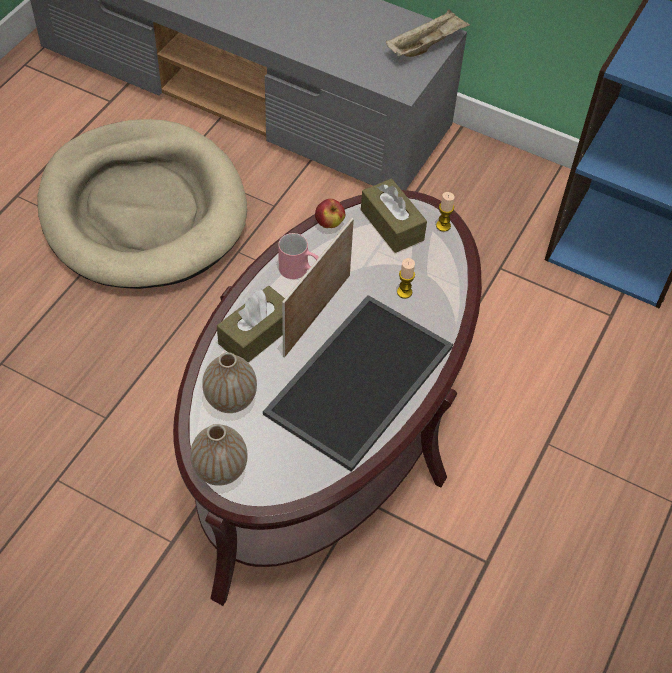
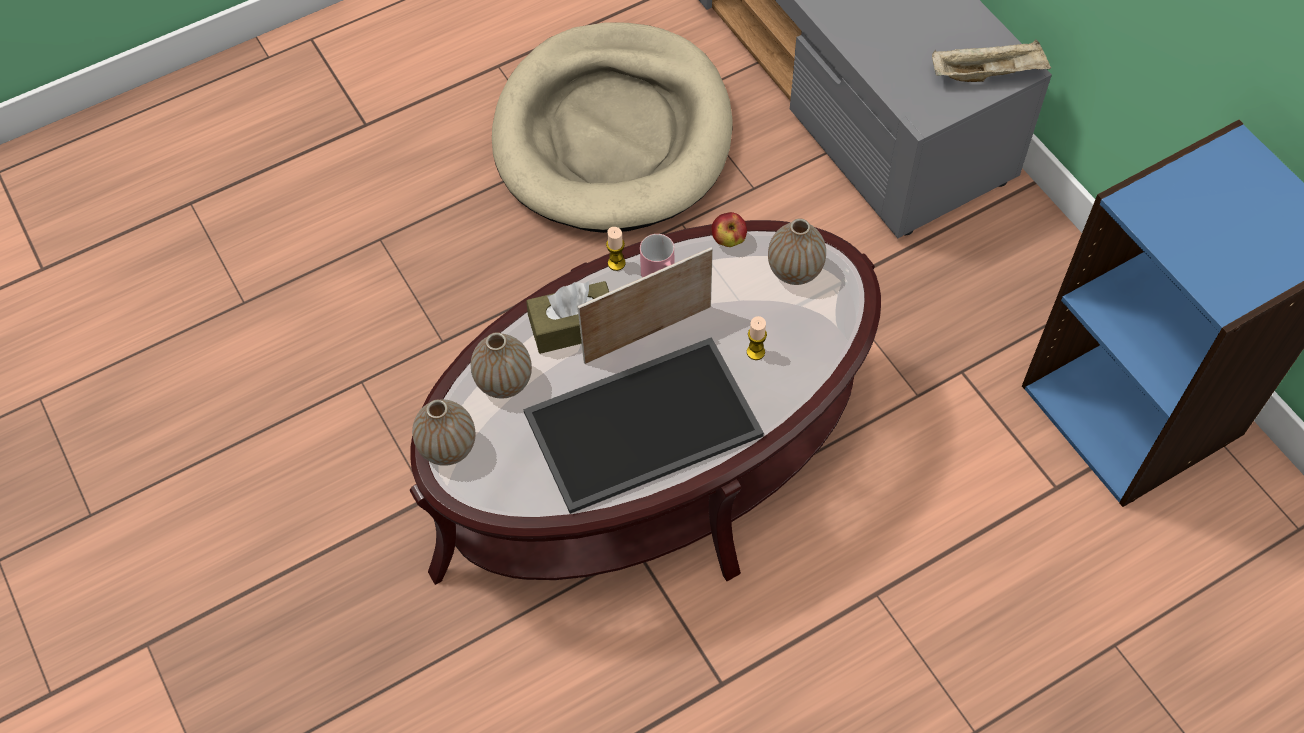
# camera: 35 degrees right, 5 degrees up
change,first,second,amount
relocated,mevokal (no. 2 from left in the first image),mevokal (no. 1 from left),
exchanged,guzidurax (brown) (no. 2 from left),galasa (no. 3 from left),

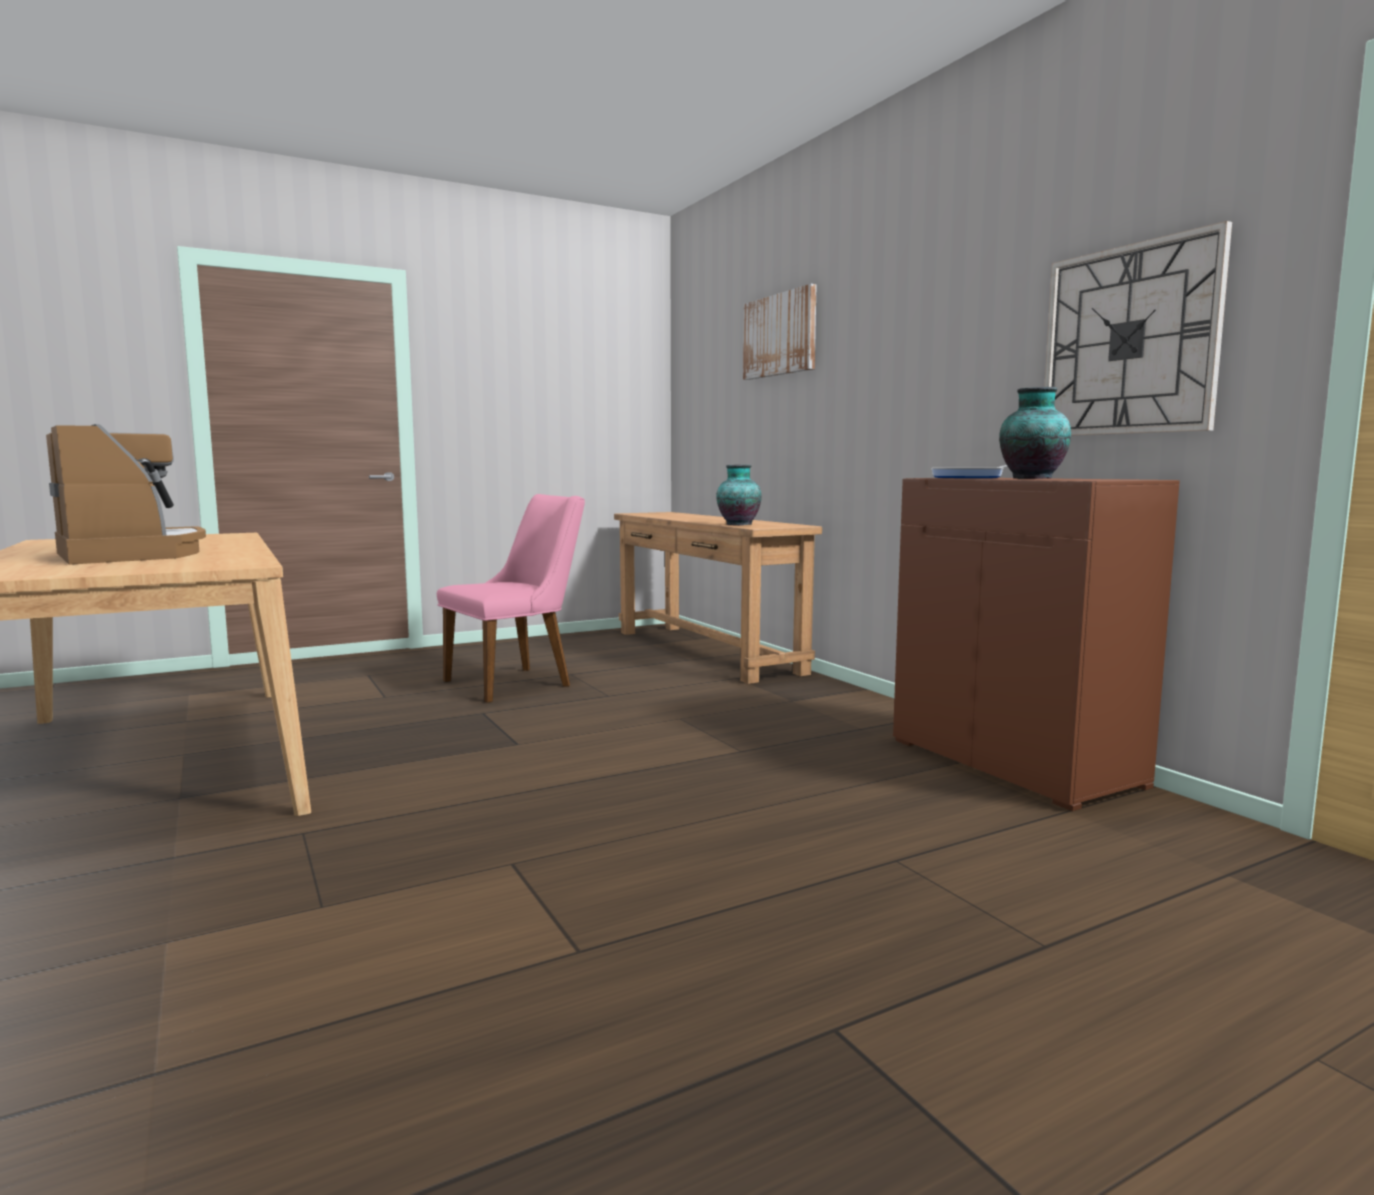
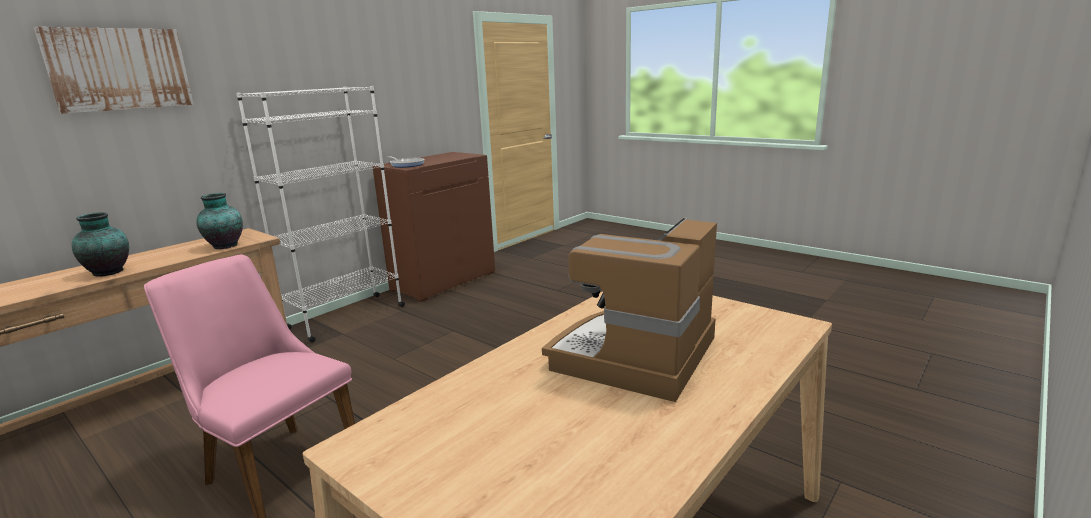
# camera: 110 degrees left, 10 degrees up
change,first,second,amount
missing,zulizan,,
appeared,,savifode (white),
relocated,galasa (no. 2 from left in the first image),galasa (no. 1 from left),

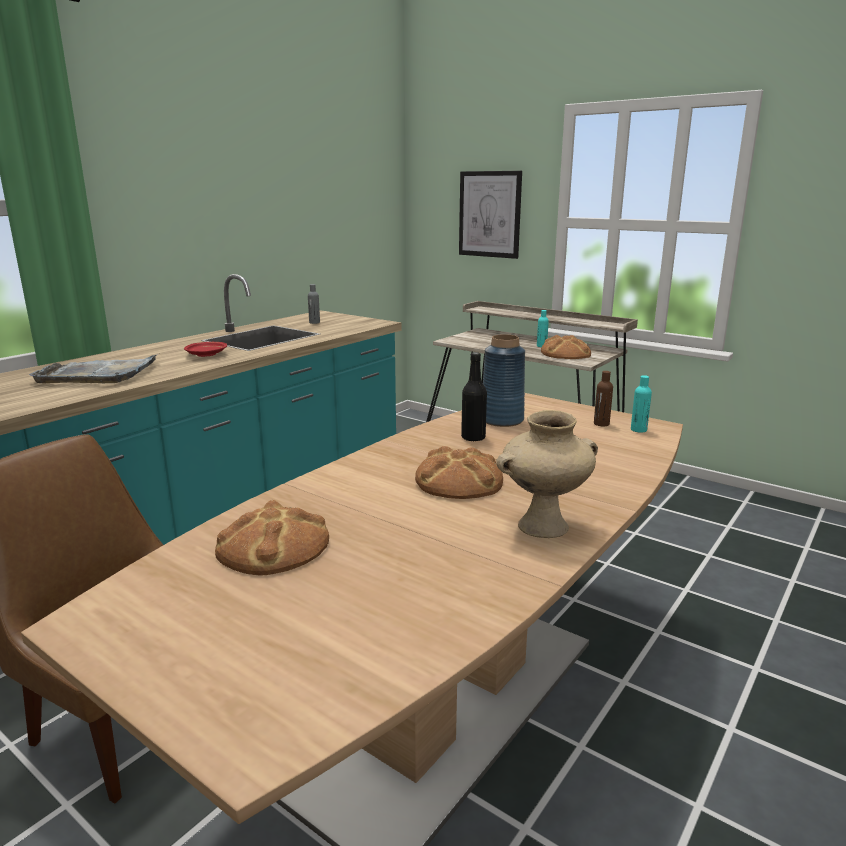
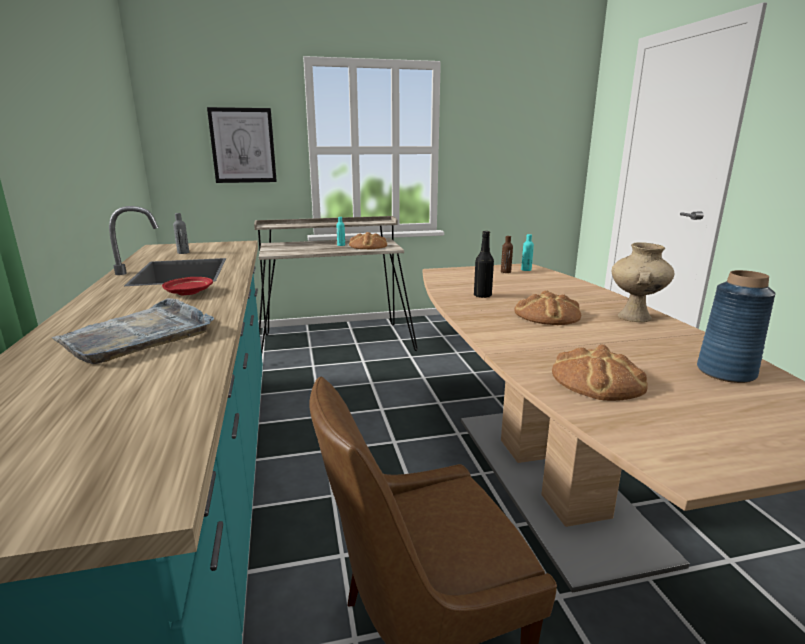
# camera: 50 degrees left, 0 degrees up
change,first,second,amount
relocated,galasa (blue),,

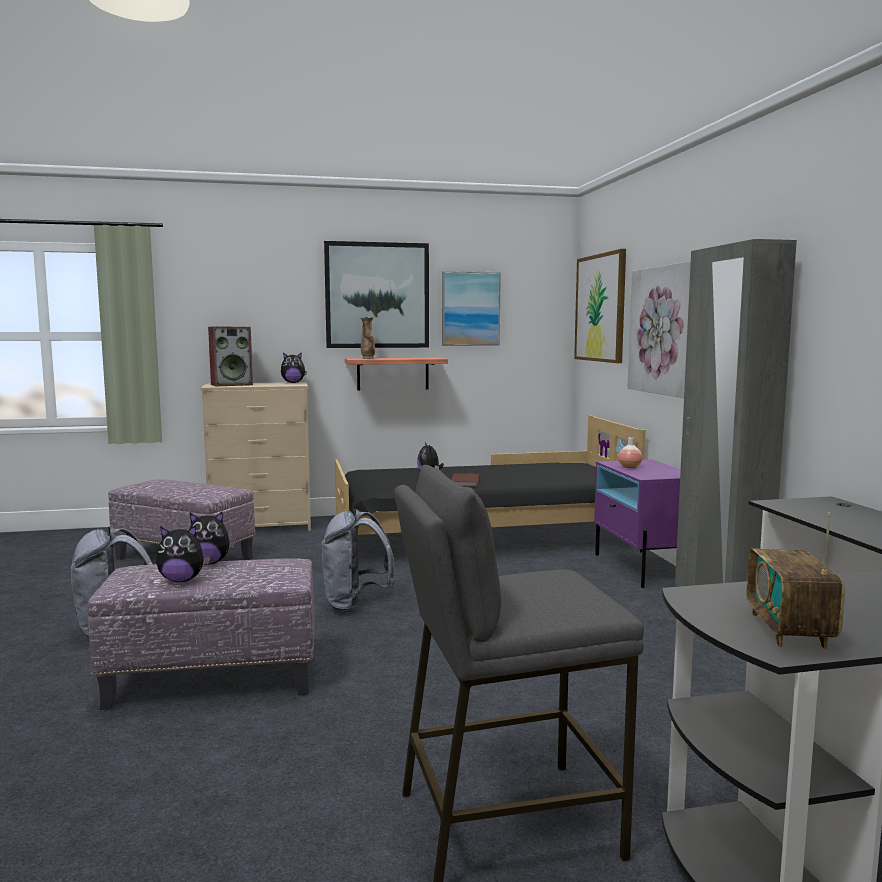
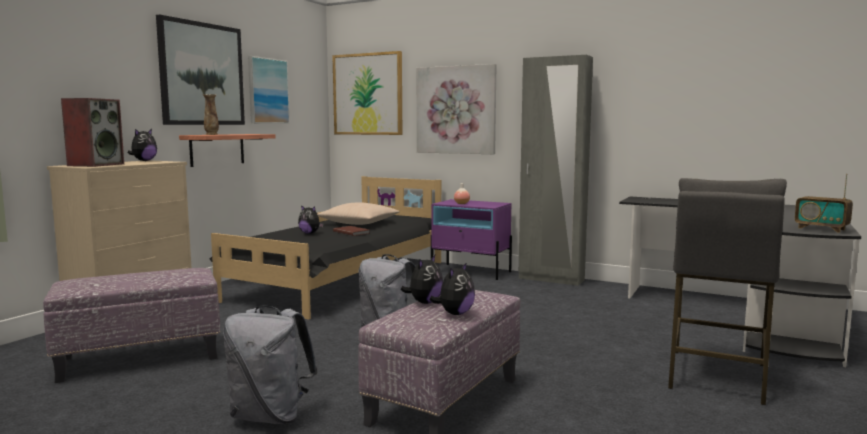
# camera: 50 degrees left, 0 degrees up
change,first,second,amount
appeared,,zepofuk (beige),

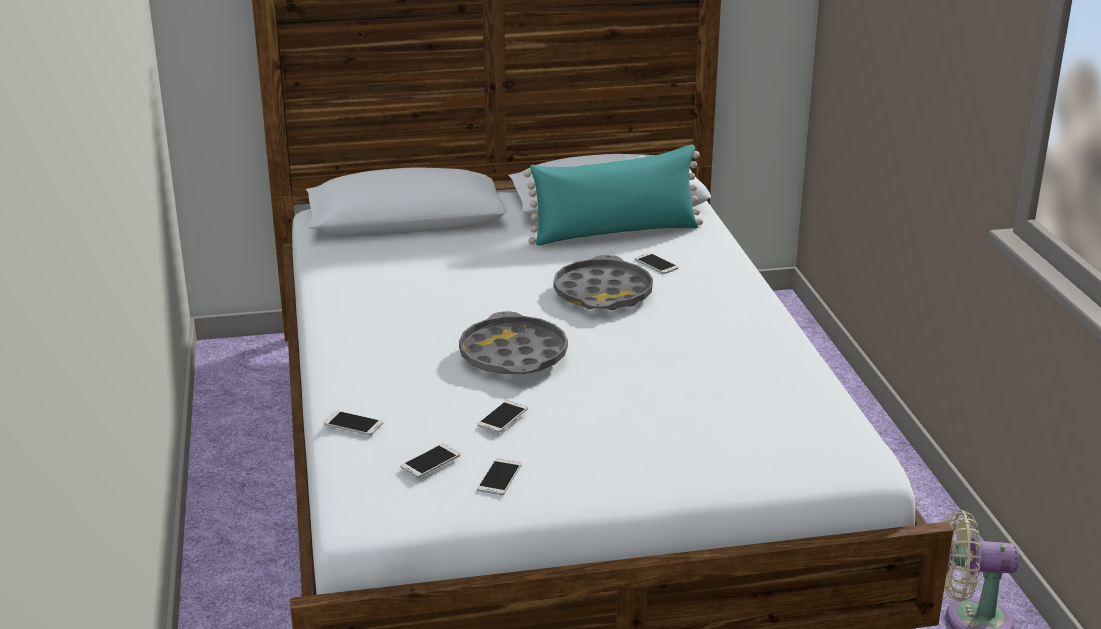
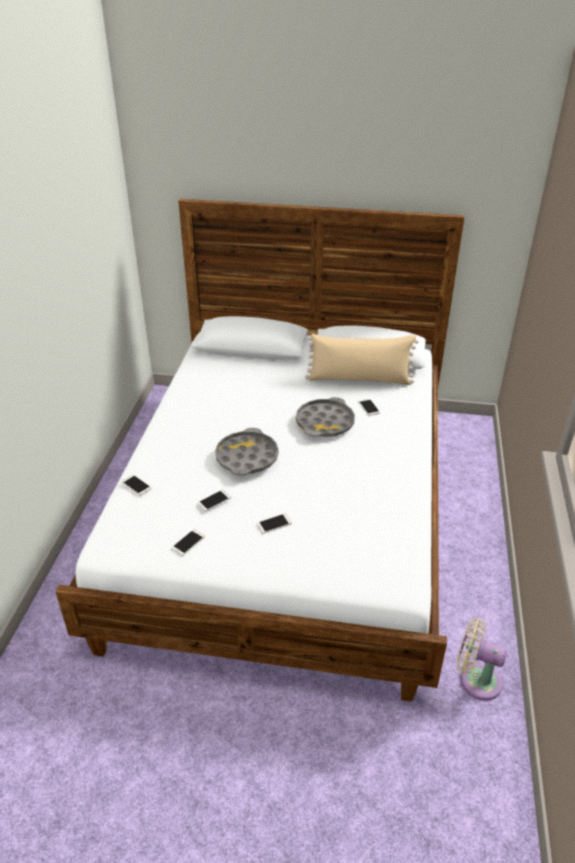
# camera: 20 degrees right, 10 degrees up
change,first,second,amount
relocated,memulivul (no. 2 from left in the first image),memulivul (no. 4 from left),
colour,zepofuk (turquoise),zepofuk (beige),

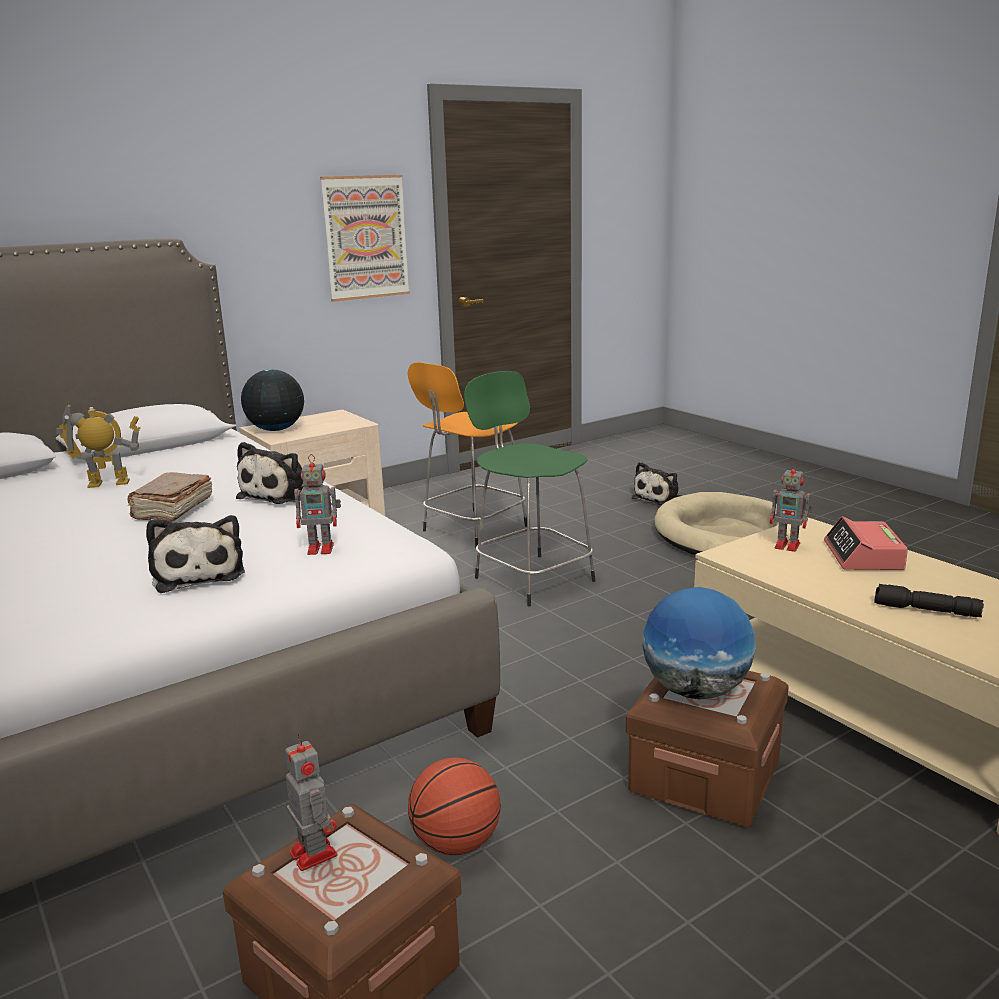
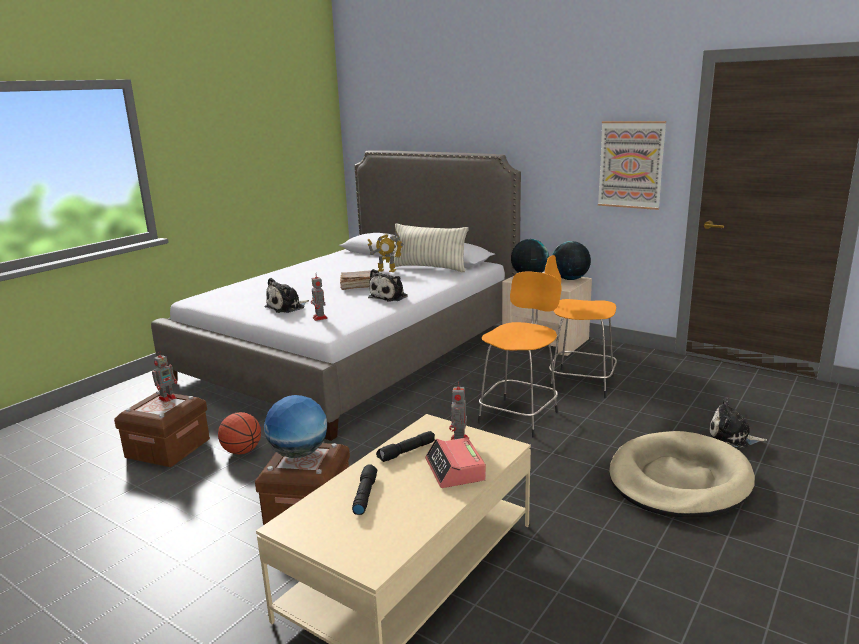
# camera: 70 degrees right, 0 degrees up
change,first,second,amount
appeared,,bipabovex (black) (no. 2 from left),
appeared,,zepofuk,
appeared,,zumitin (no. 3 from left),
colour,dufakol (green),dufakol (orange) (no. 1 from left),
spun,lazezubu (no. 1 from left in the first image),lazezubu (no. 3 from left),135 degrees clockwise
spun,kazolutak (no. 2 from left),,60 degrees counterclockwise
spun,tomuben,,90 degrees counterclockwise

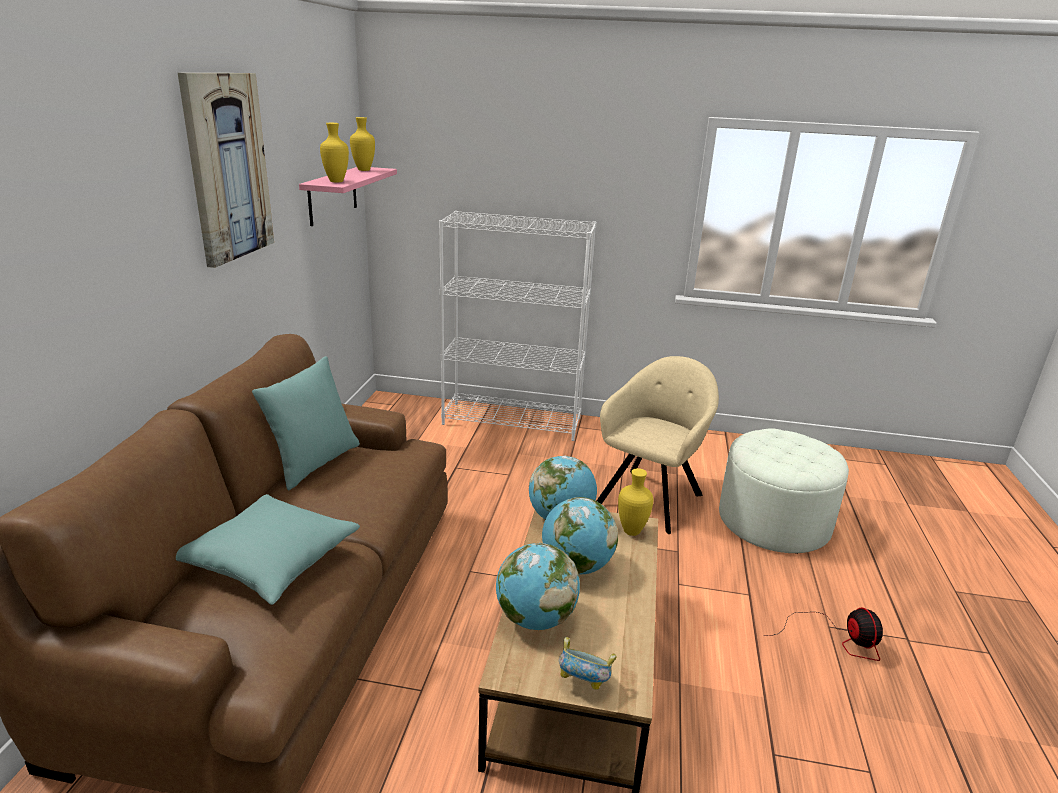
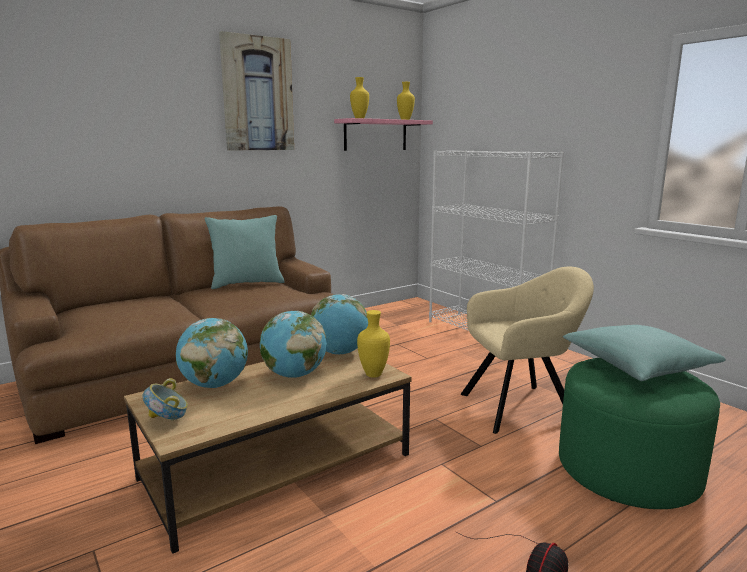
# camera: 45 degrees right, 10 degrees down
change,first,second,amount
relocated,zepofuk (turquoise) (no. 1 from left in the first image),zepofuk (turquoise) (no. 2 from left),
colour,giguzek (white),giguzek (green),

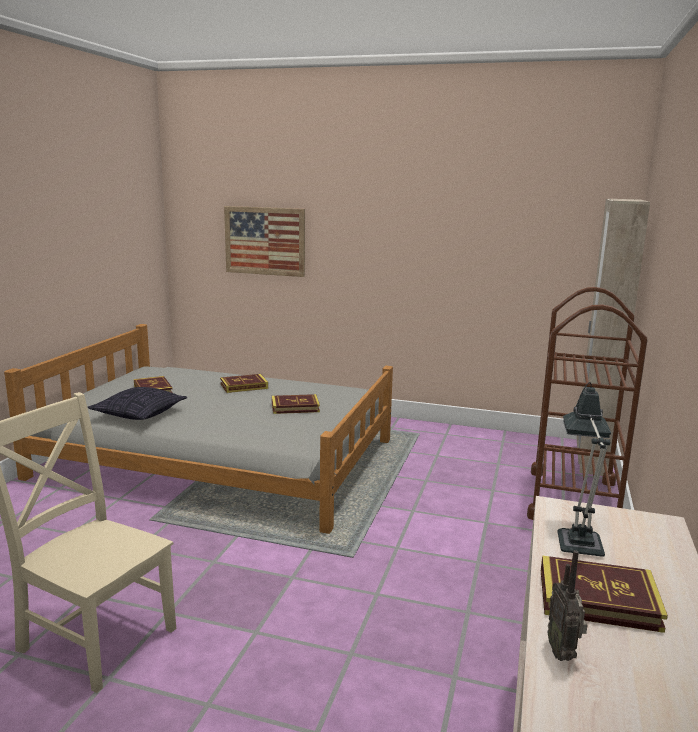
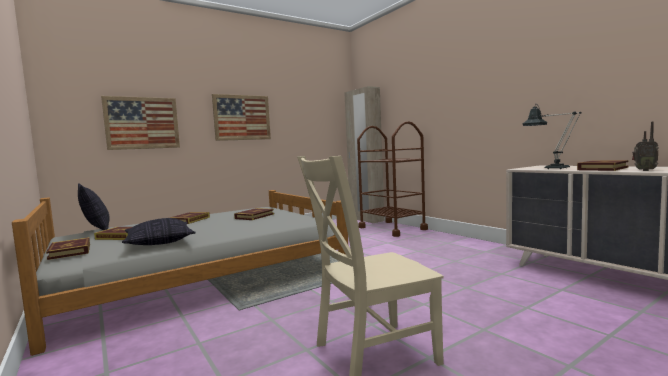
# camera: 50 degrees left, 10 degrees down
change,first,second,amount
appeared,,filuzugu (no. 1 from left),
appeared,,zepofuk (no. 1 from left),
appeared,,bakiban (no. 2 from left),

